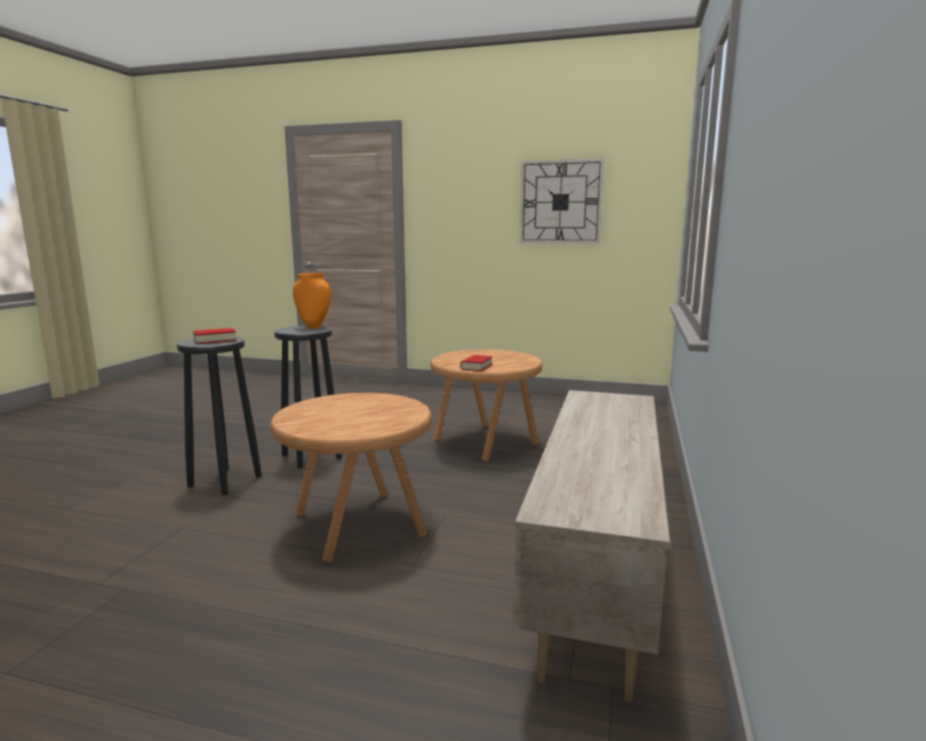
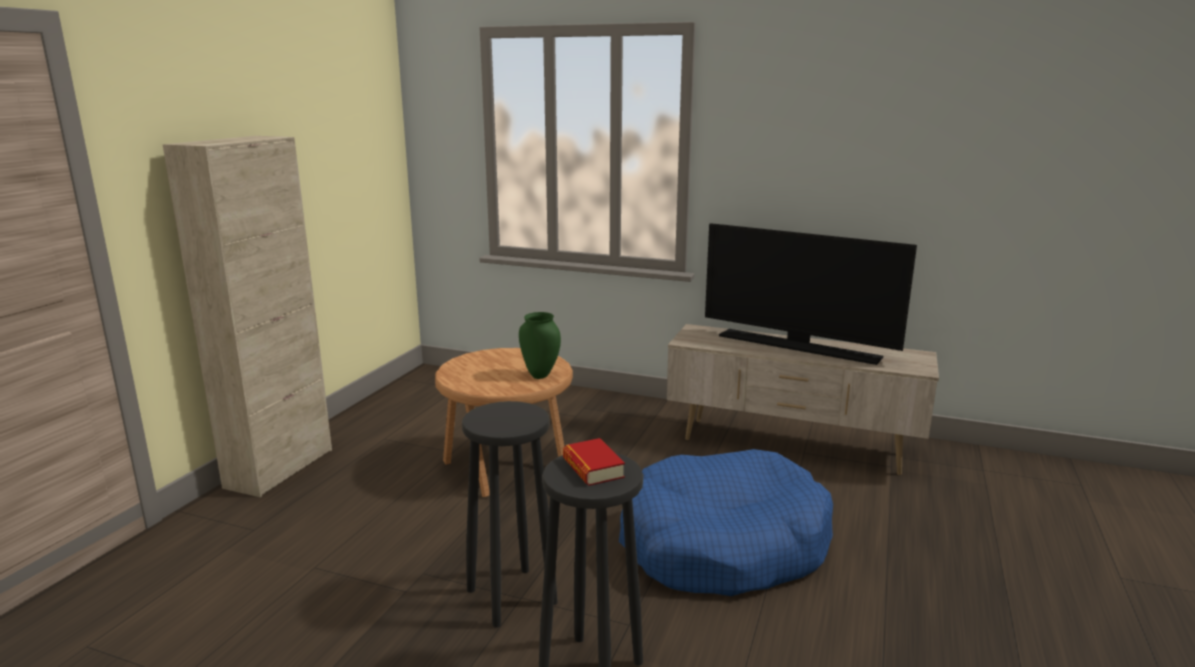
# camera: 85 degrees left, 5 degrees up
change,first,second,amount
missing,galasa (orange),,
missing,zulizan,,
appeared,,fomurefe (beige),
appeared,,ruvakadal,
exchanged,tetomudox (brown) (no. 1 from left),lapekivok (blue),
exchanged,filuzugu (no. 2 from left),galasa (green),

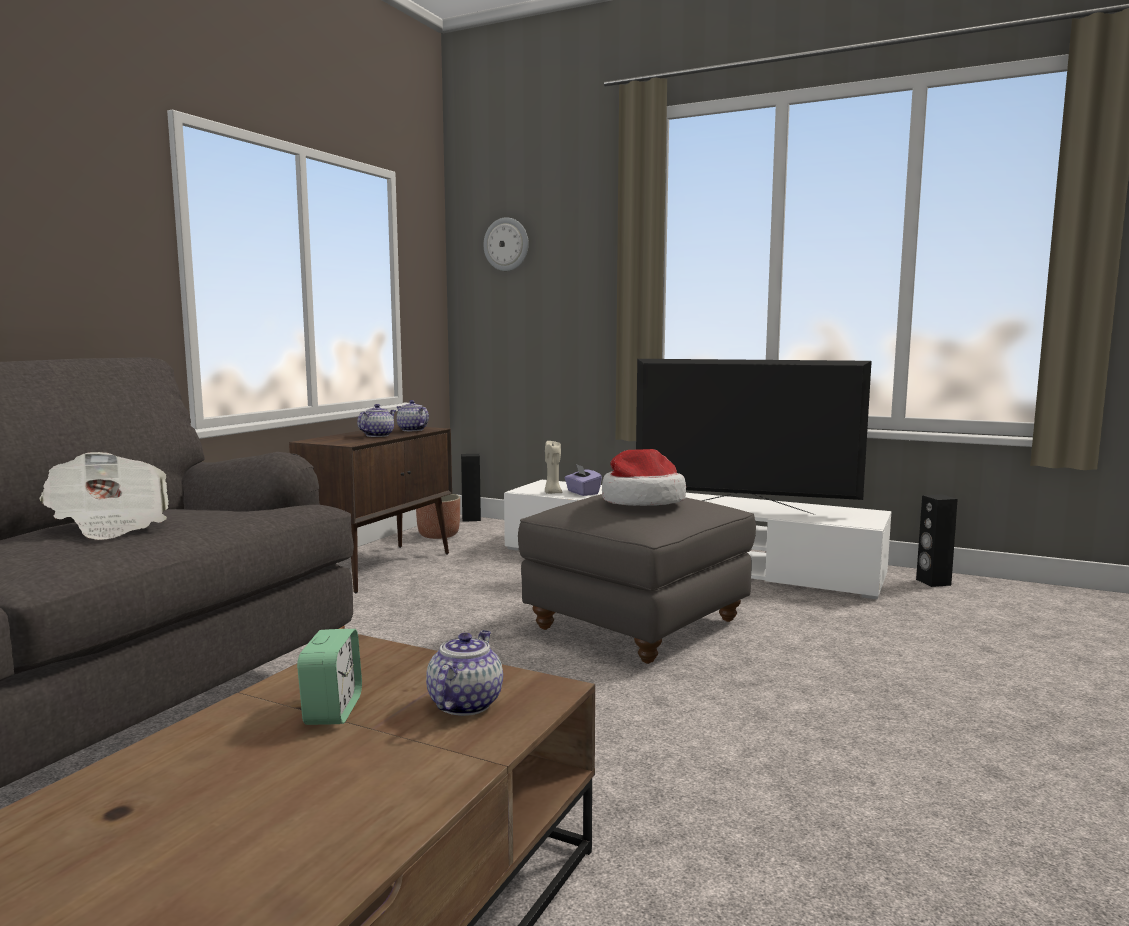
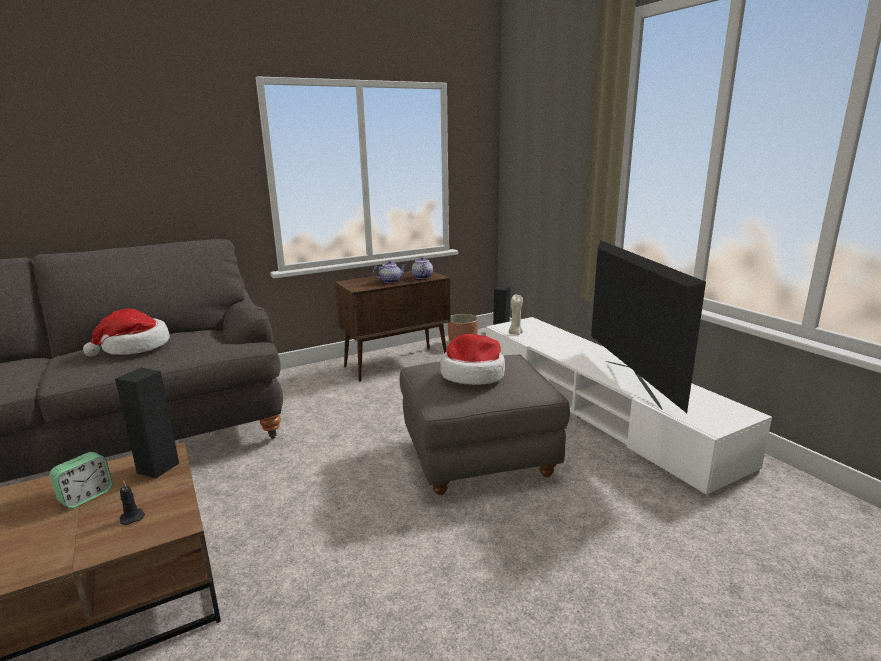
# camera: 35 degrees right, 10 degrees up
change,first,second,amount
missing,zulizan,,
missing,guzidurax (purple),,
relocated,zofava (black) (no. 2 from left in the first image),zofava (black) (no. 1 from left),
exchanged,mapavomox,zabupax (no. 1 from left),
exchanged,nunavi (no. 3 from left),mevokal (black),
spun,ruvakadal,,150 degrees counterclockwise

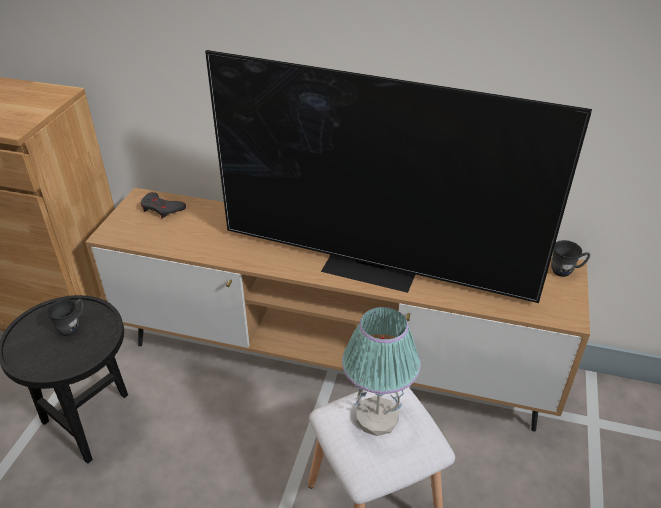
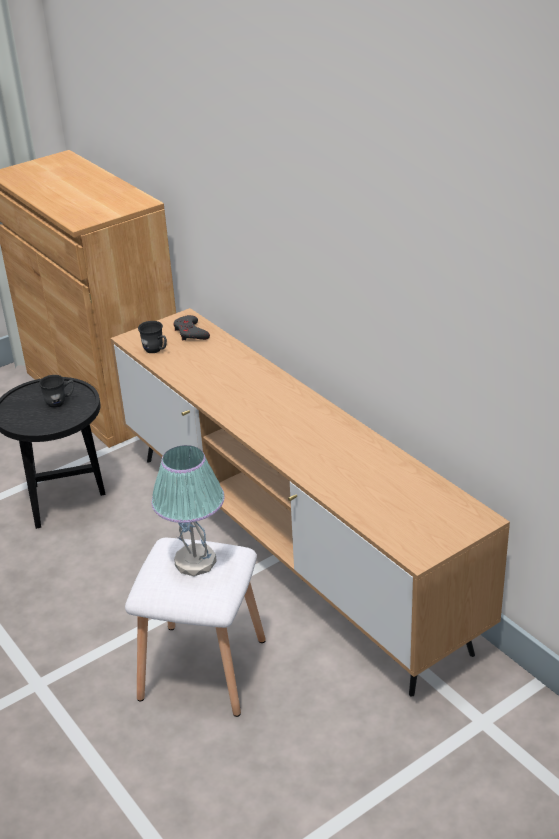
# camera: 40 degrees right, 5 degrees down
change,first,second,amount
missing,ruvakadal,,
relocated,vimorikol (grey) (no. 2 from left),,

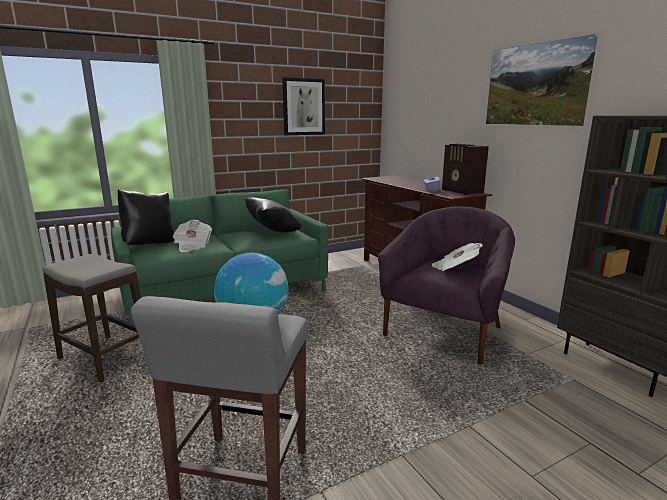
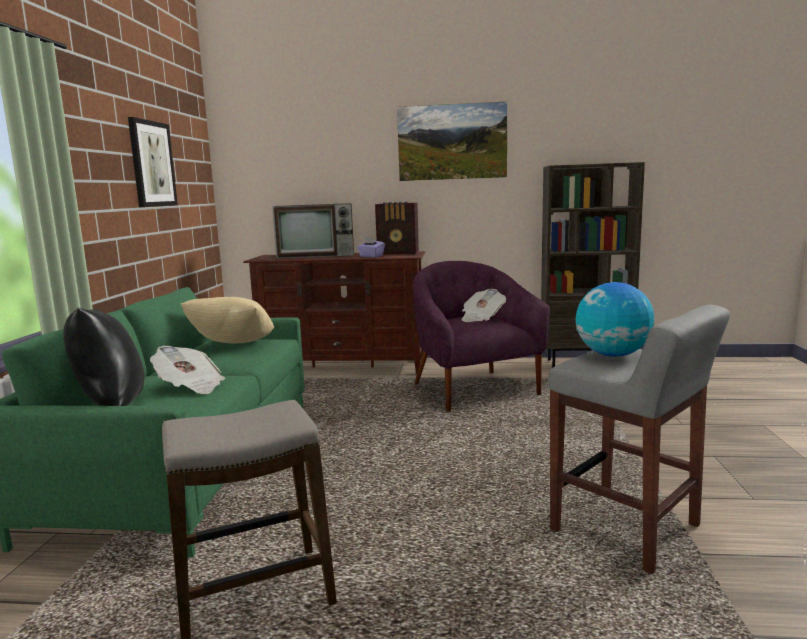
# camera: 55 degrees left, 5 degrees down
change,first,second,amount
appeared,,ruvakadal,
colour,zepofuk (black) (no. 2 from left),zepofuk (beige),

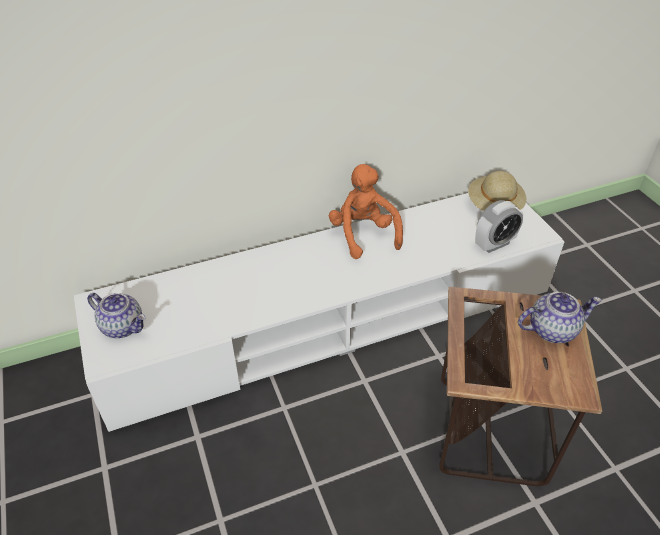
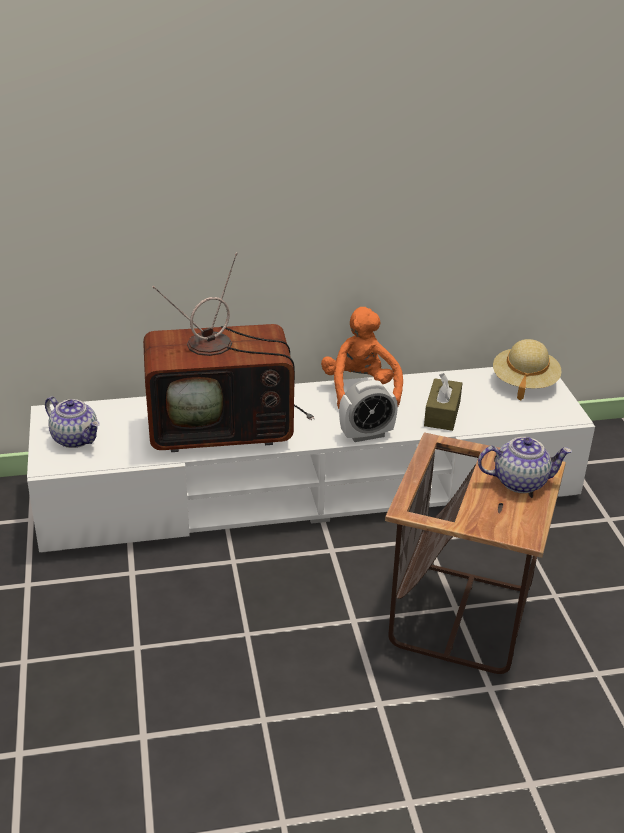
# camera: 10 degrees right, 10 degrees down
change,first,second,amount
appeared,,ruvakadal,
appeared,,guzidurax (brown),
relocated,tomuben,,

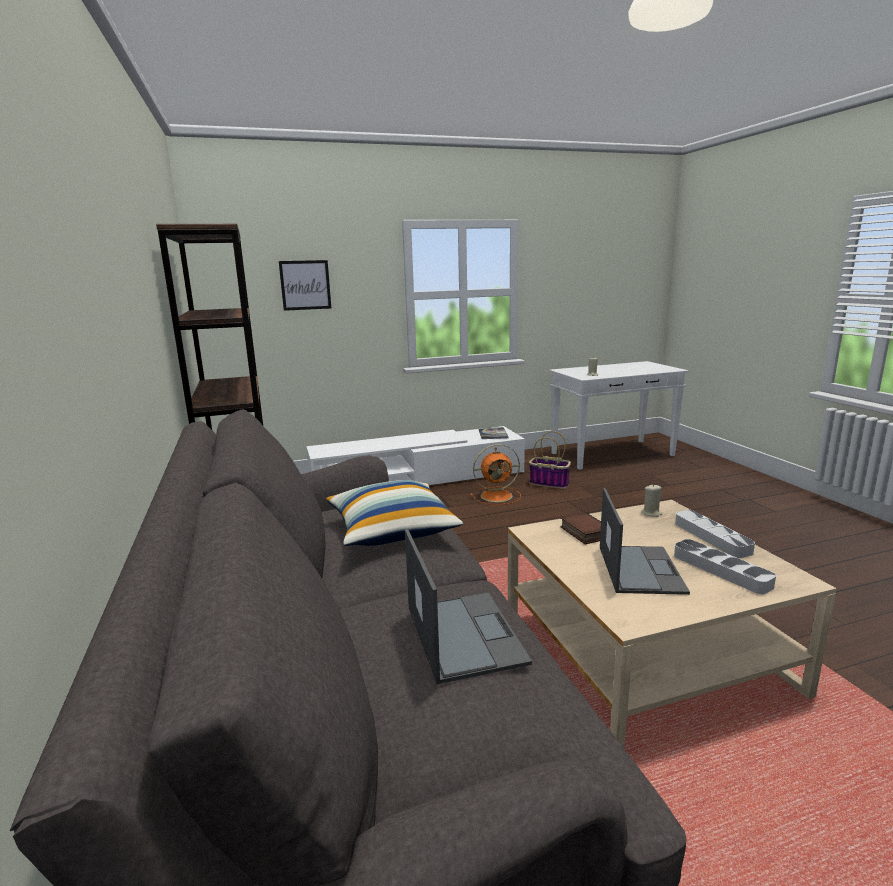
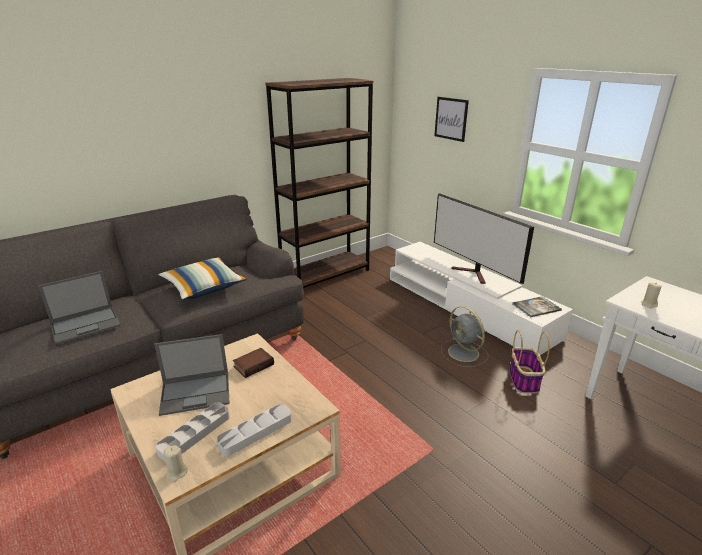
# camera: 70 degrees right, 10 degrees up
change,first,second,amount
appeared,,ruvakadal,
relocated,mevokal (beige) (no. 2 from left in the first image),mevokal (beige) (no. 1 from left),
colour,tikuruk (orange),tikuruk (grey),

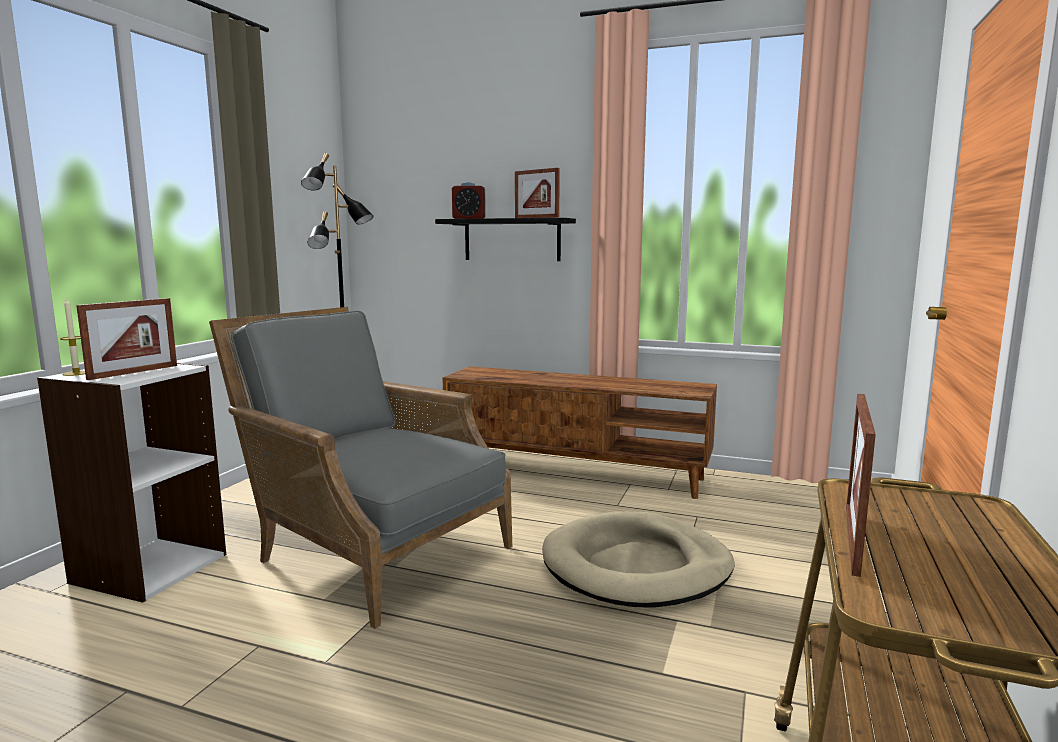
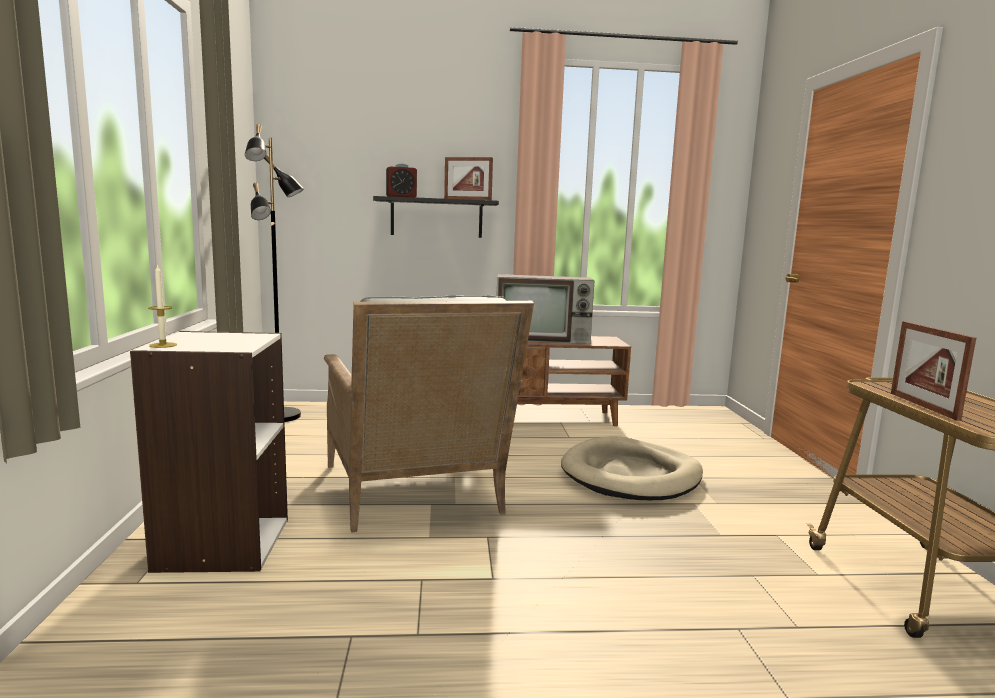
# camera: 25 degrees left, 0 degrees up
change,first,second,amount
missing,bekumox (no. 1 from left),,
appeared,,ruvakadal,
spun,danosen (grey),,120 degrees counterclockwise

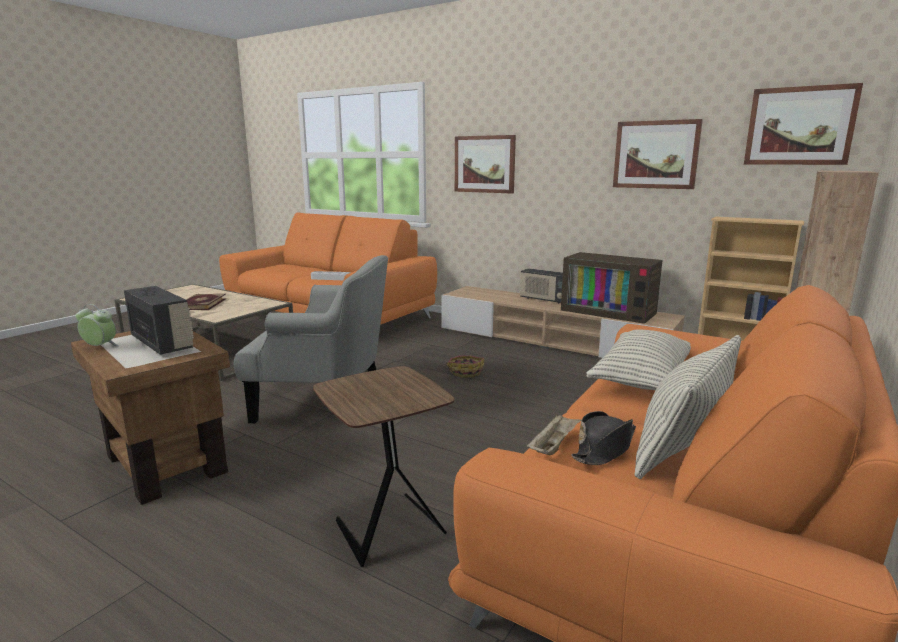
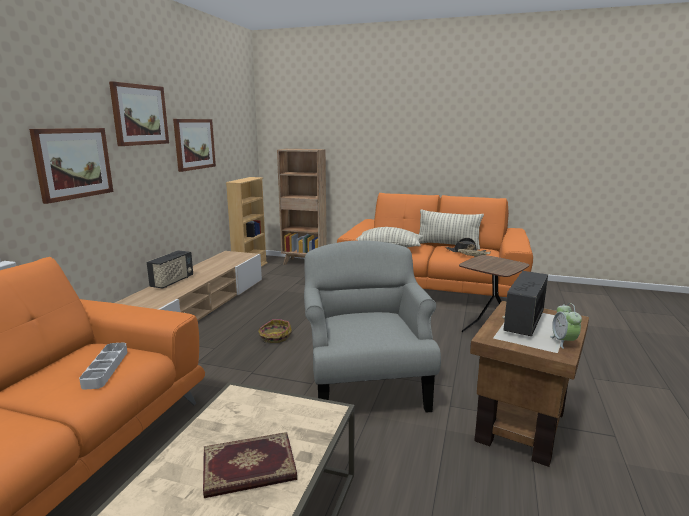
# camera: 105 degrees left, 0 degrees up
change,first,second,amount
missing,ruvakadal,,
relocated,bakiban (no. 3 from left in the first image),bakiban (no. 2 from left),

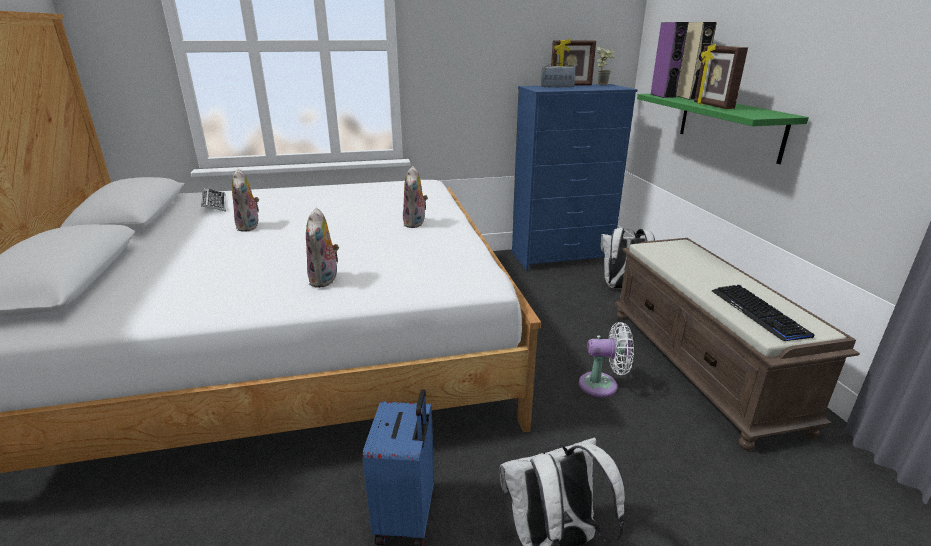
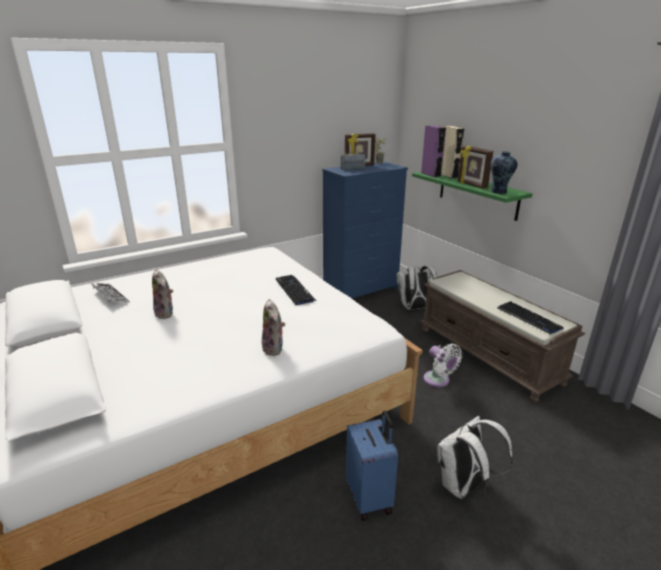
# camera: 20 degrees left, 0 degrees up
change,first,second,amount
appeared,,galasa,
exchanged,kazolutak (no. 3 from left),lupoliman (no. 2 from left),
spun,tikuruk (white),,75 degrees clockwise

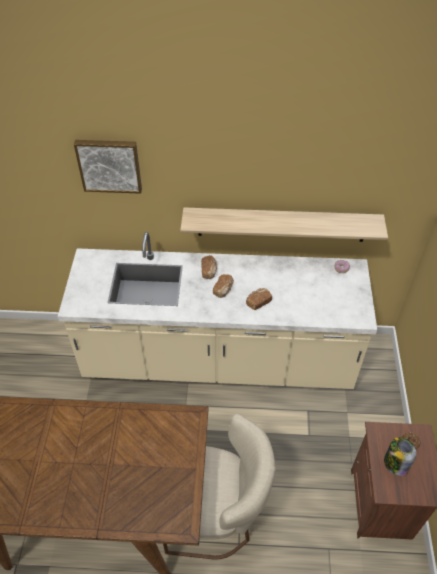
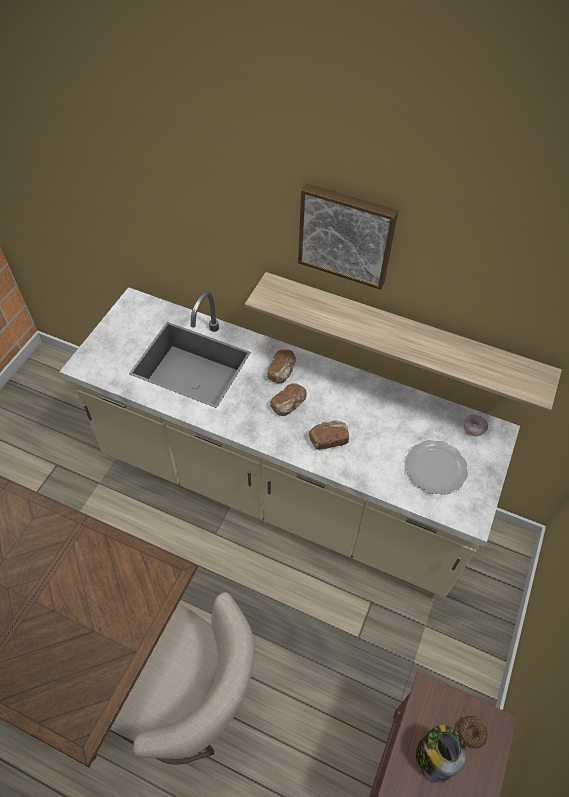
# camera: 20 degrees right, 5 degrees up
change,first,second,amount
appeared,,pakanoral,
relocated,bakiban,,

